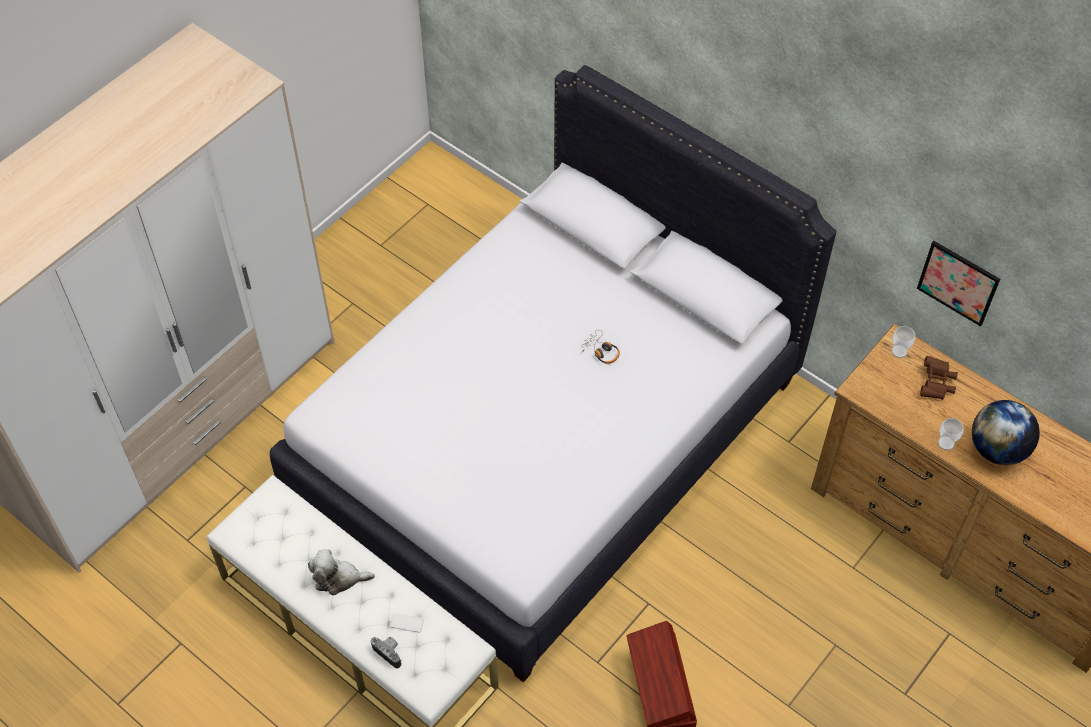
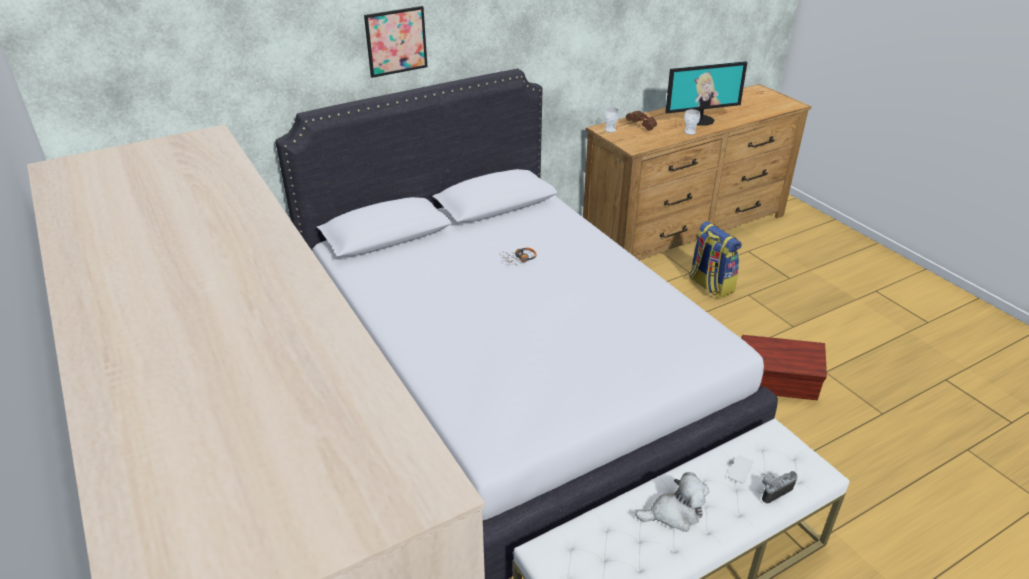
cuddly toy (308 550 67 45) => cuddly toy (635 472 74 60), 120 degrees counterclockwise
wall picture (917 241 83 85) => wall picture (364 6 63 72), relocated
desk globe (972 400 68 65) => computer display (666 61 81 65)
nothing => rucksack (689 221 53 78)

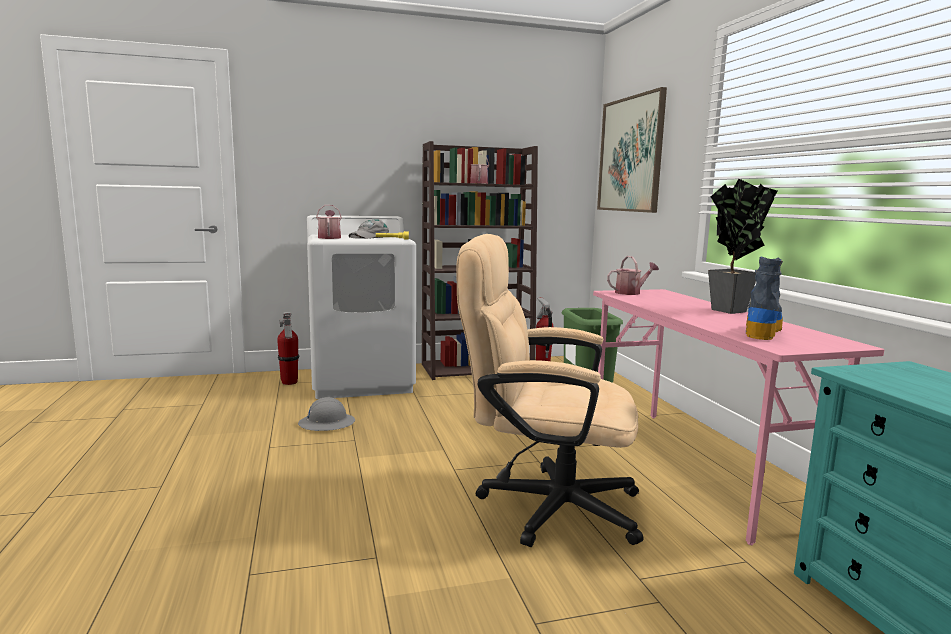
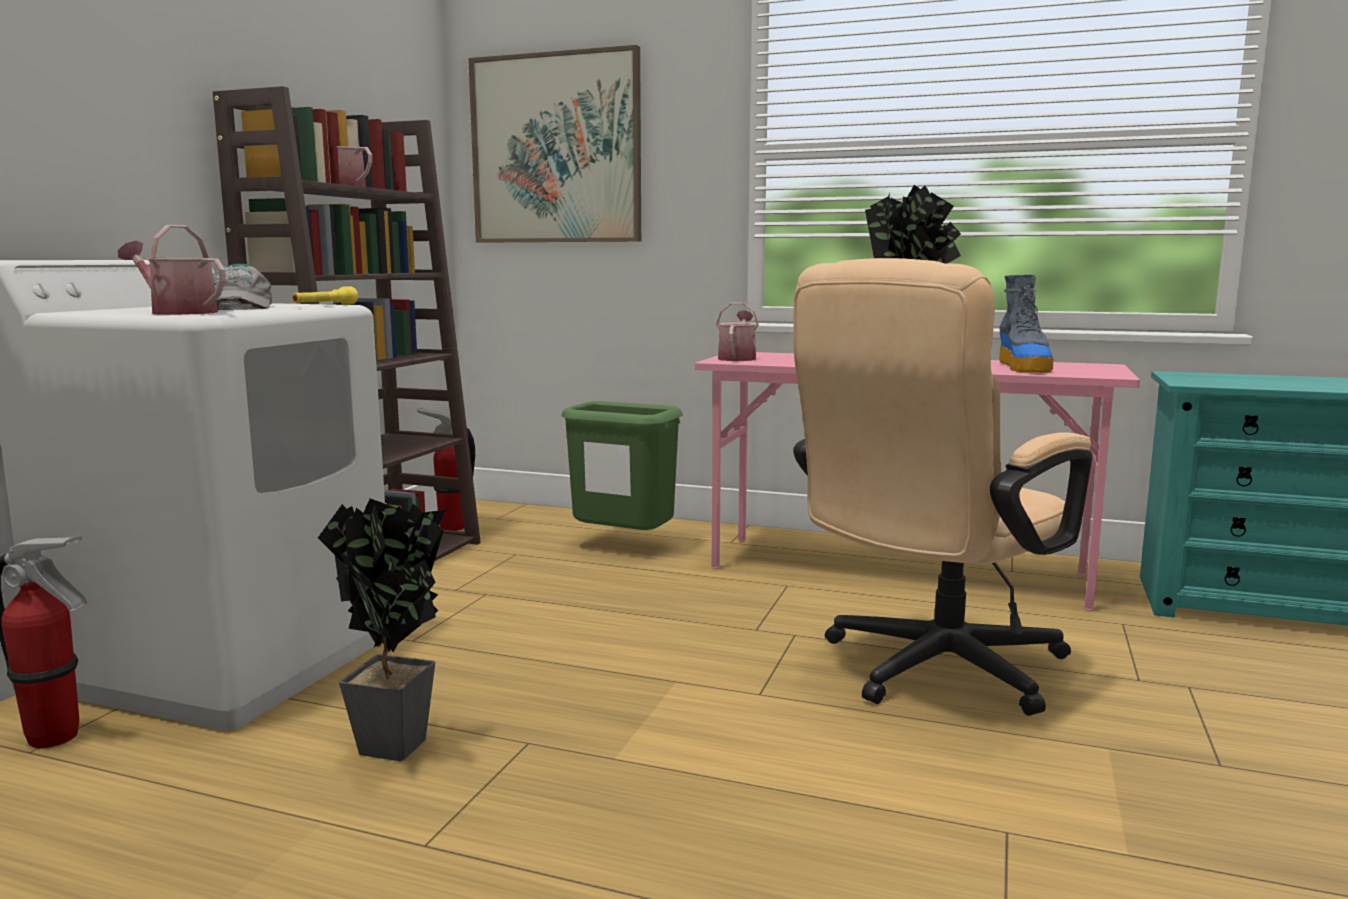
grey work helmet (298 397 57 34) => houseplant (318 498 128 263)
boot (746 257 37 83) => boot (999 274 54 99), 150 degrees counterclockwise

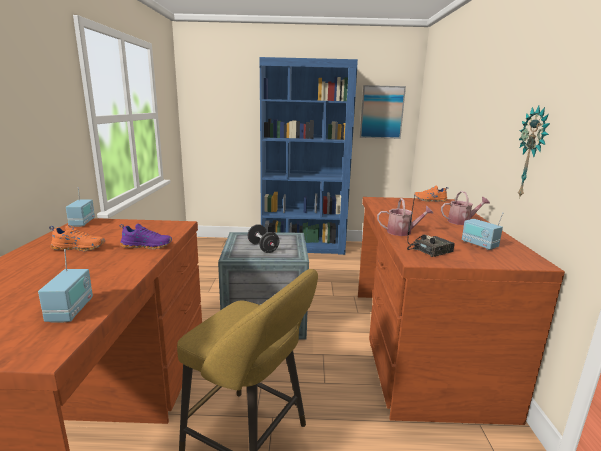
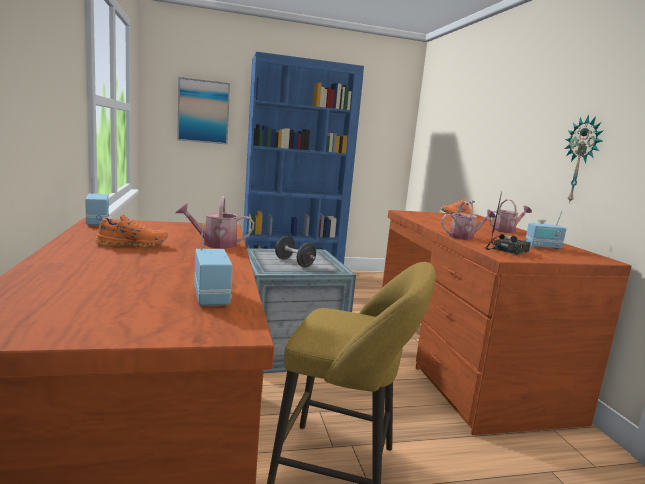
purple-coloured shoe (120 224 52 26) => sprinkling can (176 196 78 53)
wall picture (360 85 46 54) => wall picture (177 77 53 67), relocated
radio receiver (462 212 42 38) => radio receiver (525 211 41 38), 45 degrees counterclockwise

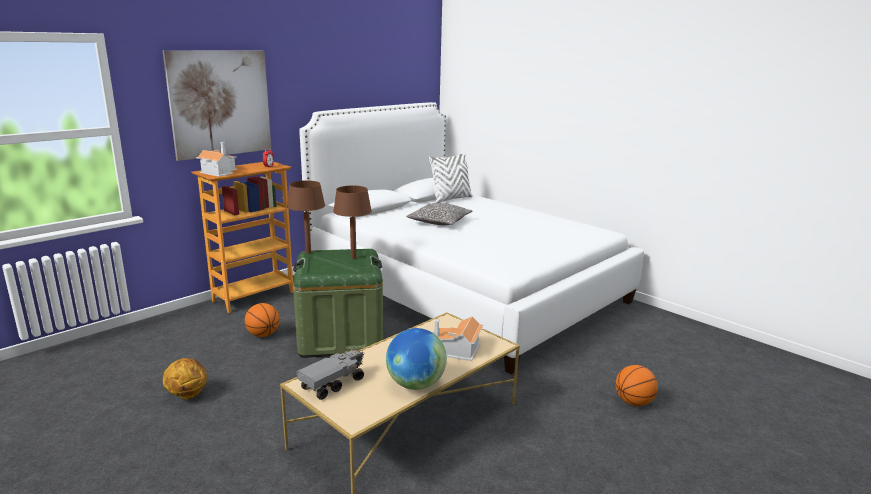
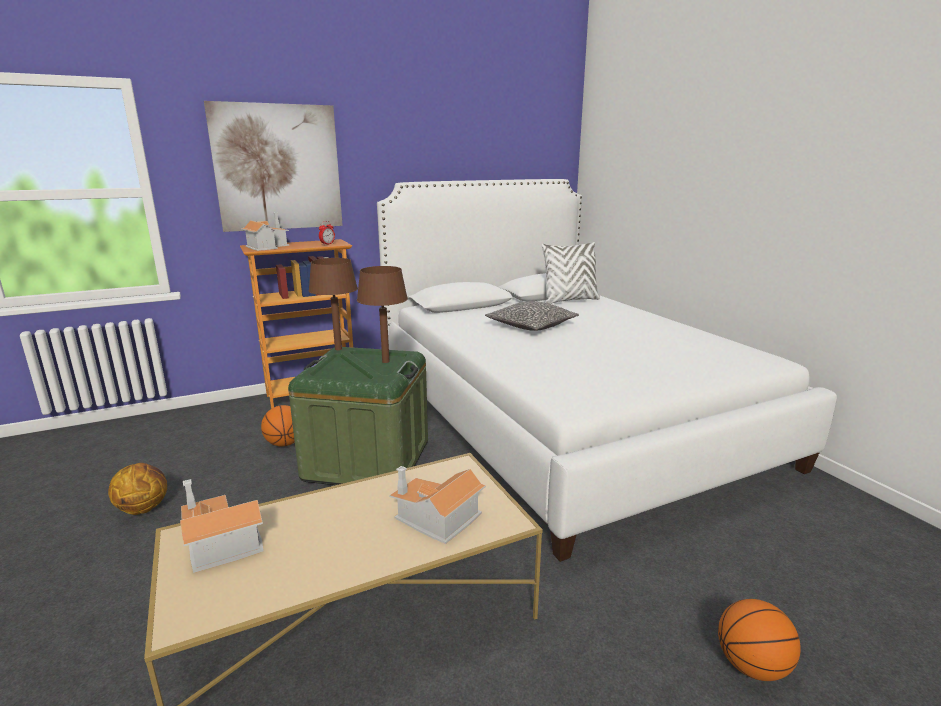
model truck (296 347 68 53) => toy house (180 479 84 94)
desk globe (386 328 61 62) => nothing

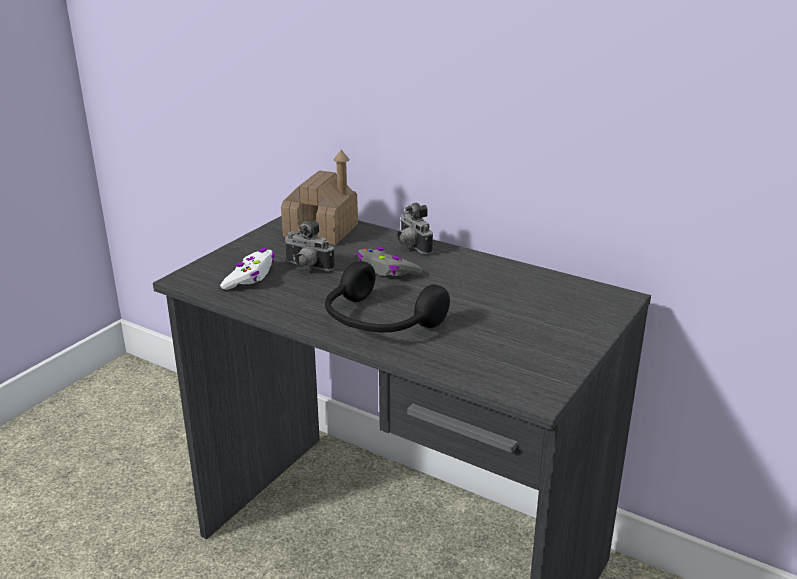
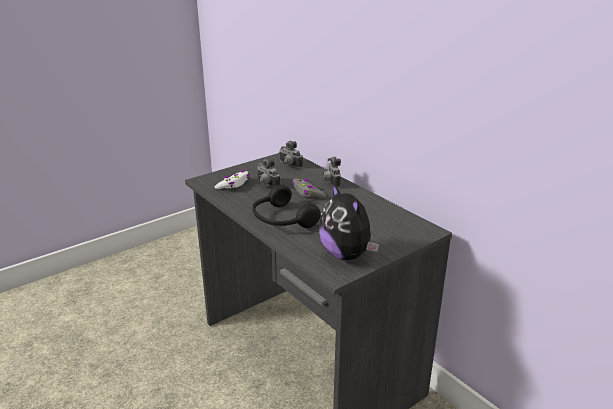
toy house (281 150 77 95) => photo camera (279 141 24 27)
nothing => cuddly toy (319 183 60 77)

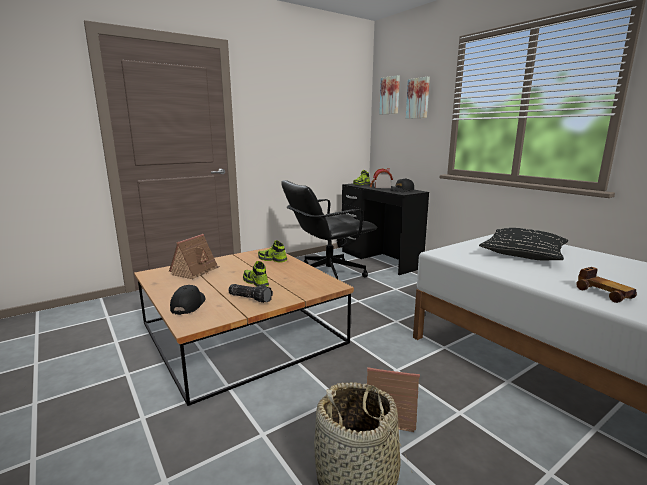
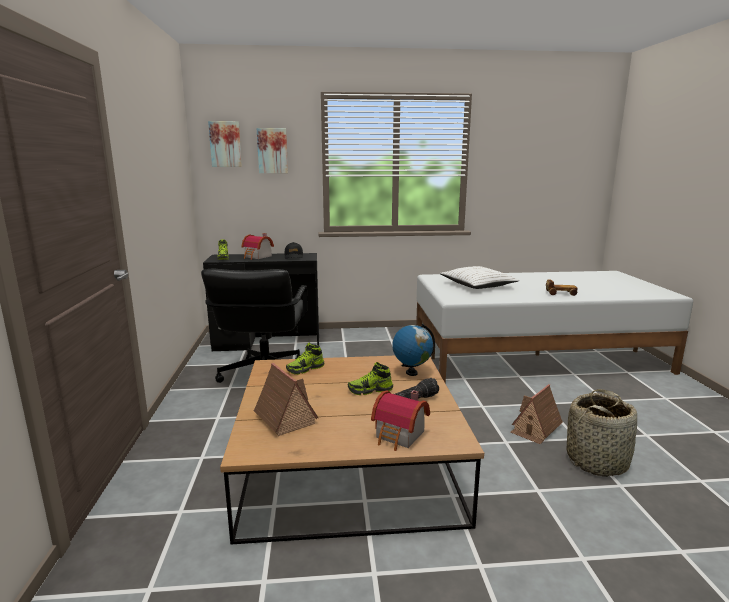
blackish baseball cap (170 285 35 30) => toy house (371 390 59 61)
blackish cushion (479 228 89 33) => white-coloured cushion (440 266 79 23)
nothing => desk globe (392 324 43 52)

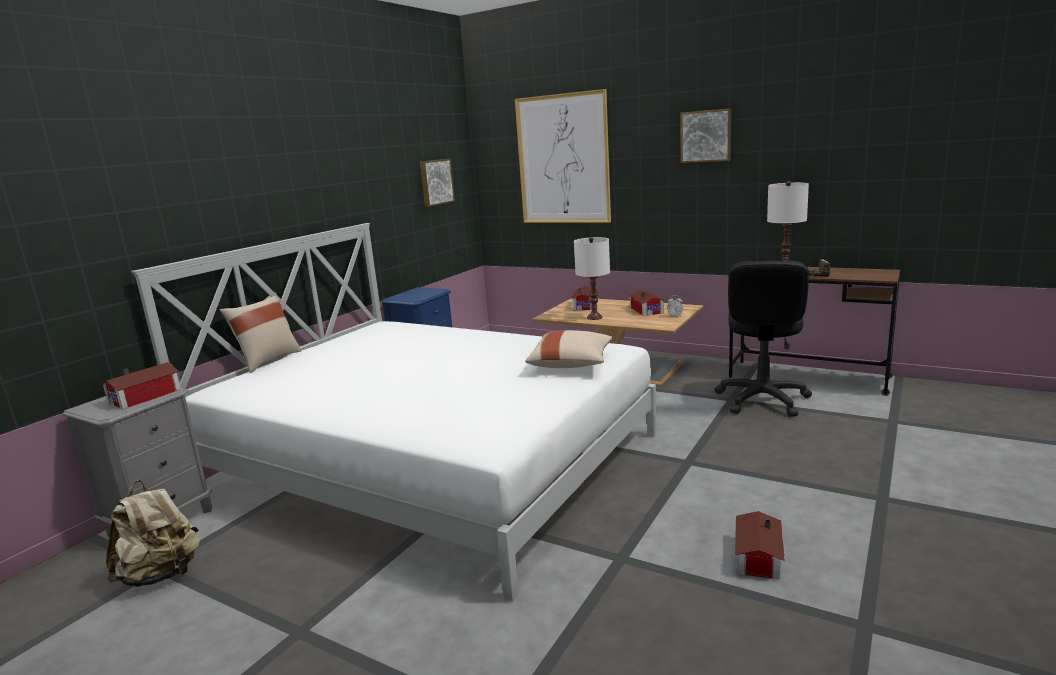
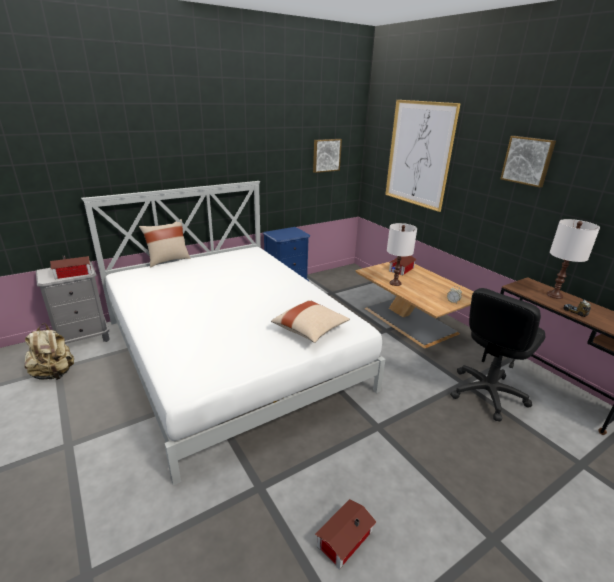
toy house (628 290 38 26) => nothing

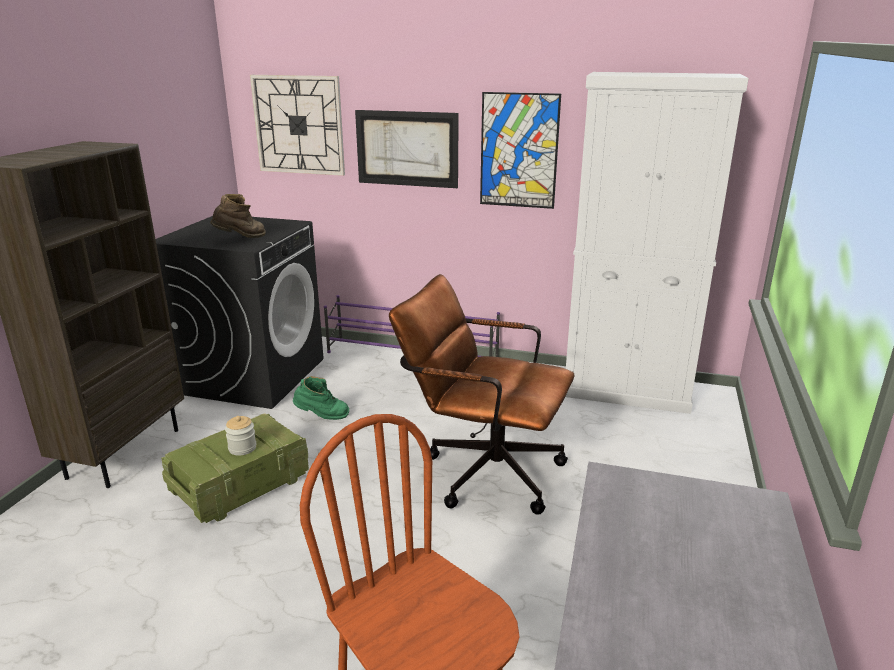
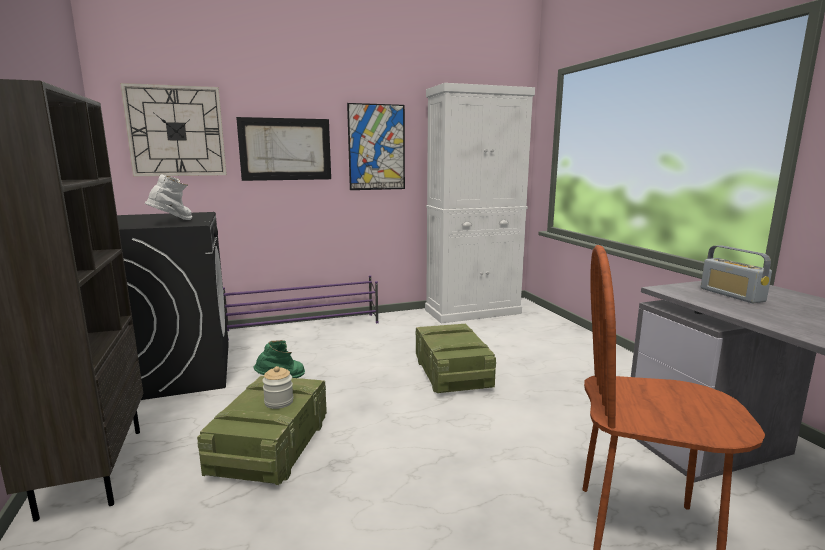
brown boot (210 194 56 44) => white-coloured boot (145 174 47 46)
brown computer chair (389 274 186 241) => crate (416 324 80 69)
nothing => radio receiver (701 245 71 58)

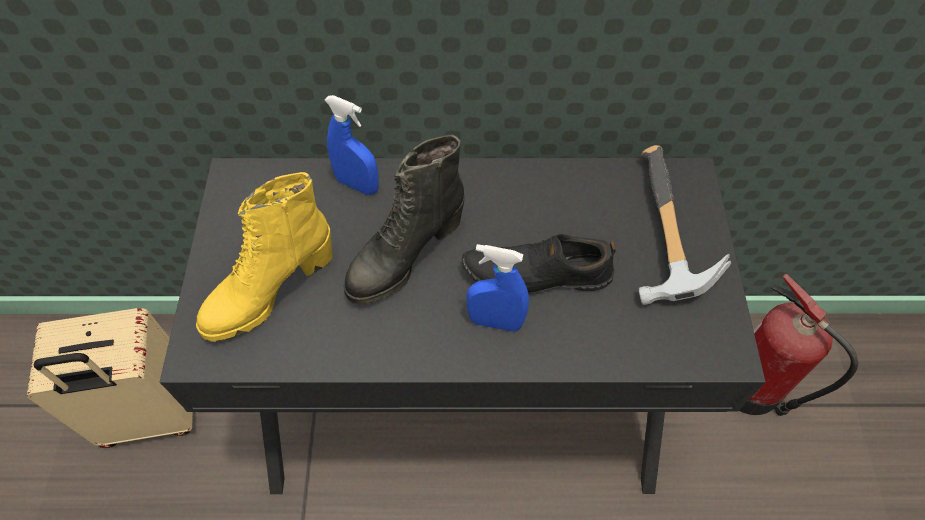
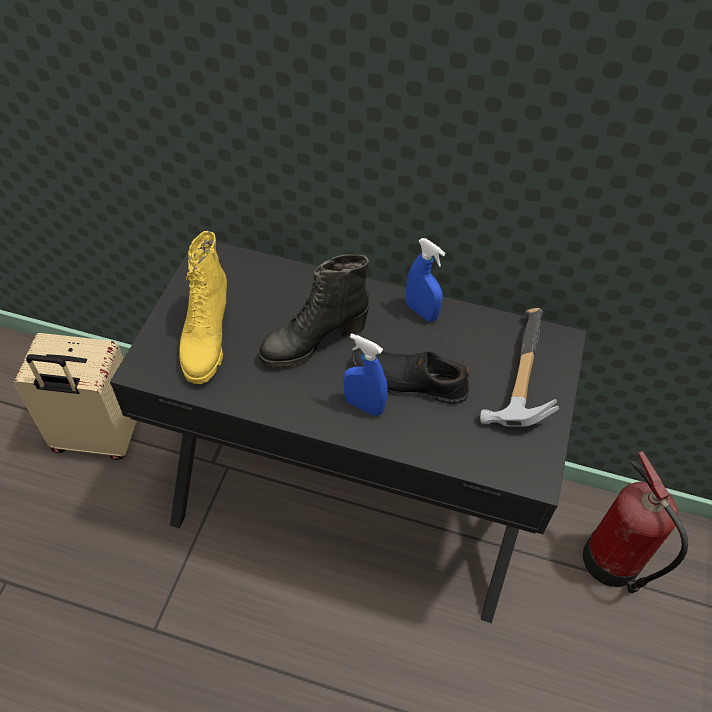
yellow boot (196 172 136 170) => yellow boot (179 231 48 153), 60 degrees counterclockwise
bluish spray bottle (324 95 55 100) => bluish spray bottle (406 238 39 84), relocated

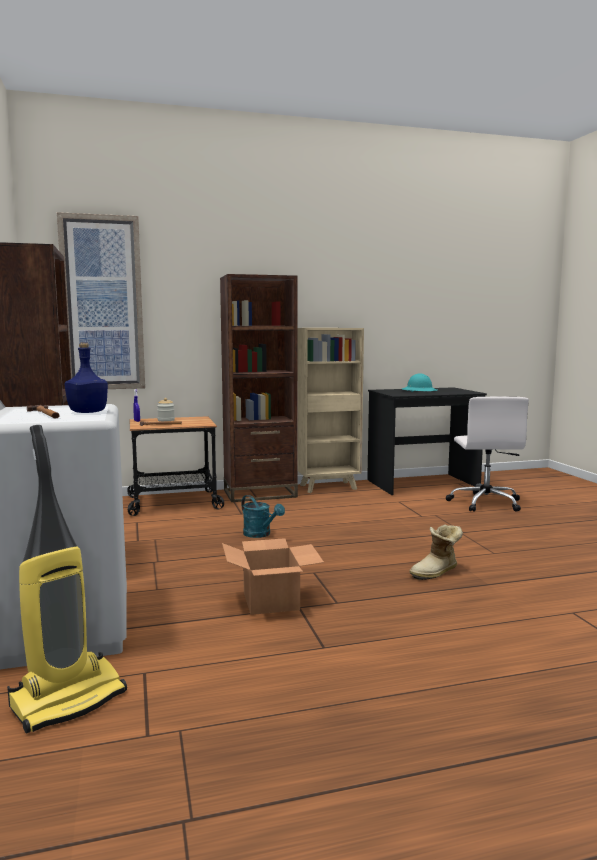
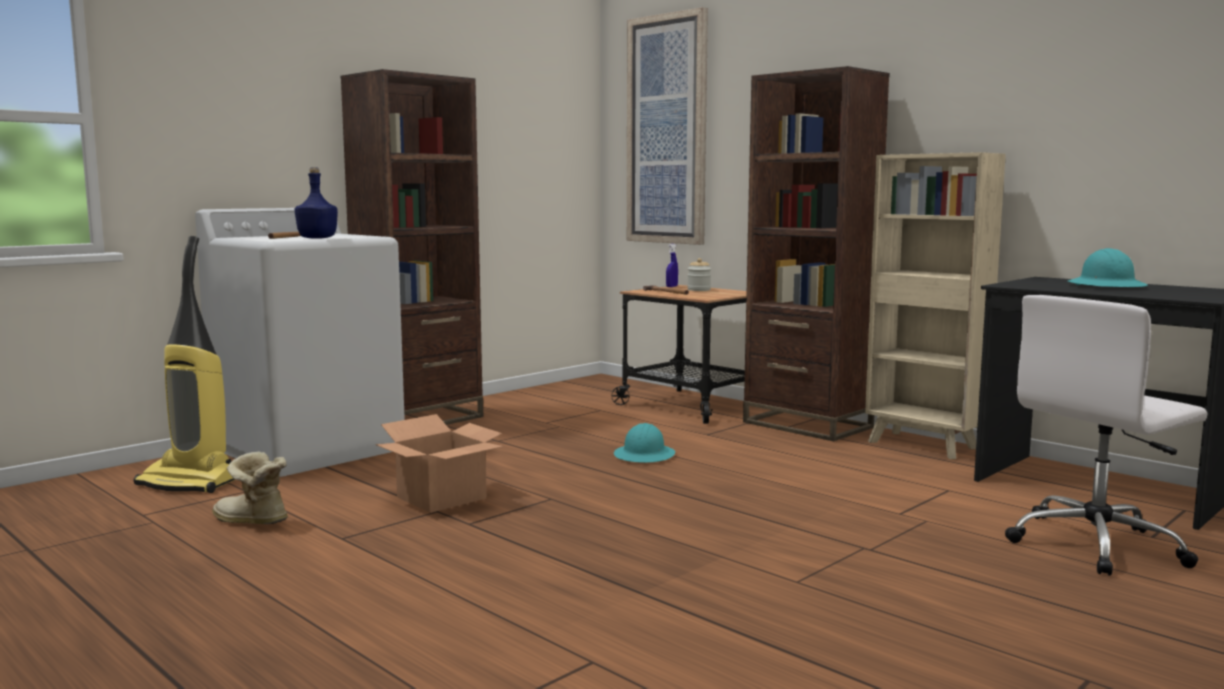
turquoise-coloured sprinkling can (242 495 43 43) => turquoise-coloured work helmet (614 423 61 40)
boot (409 524 54 56) => boot (212 451 76 73), relocated

